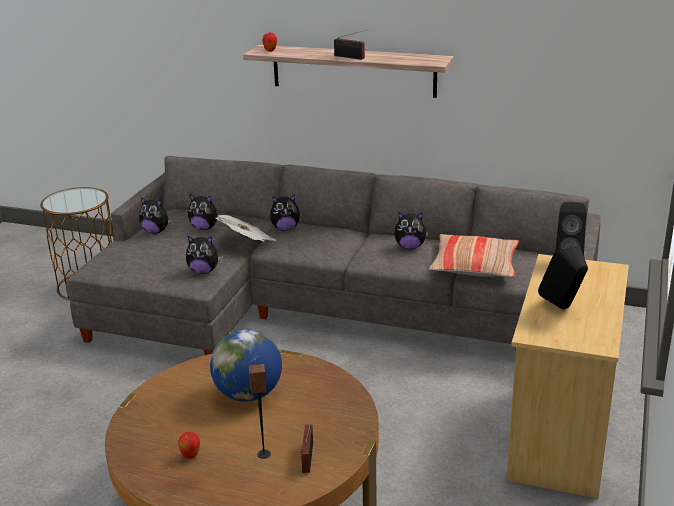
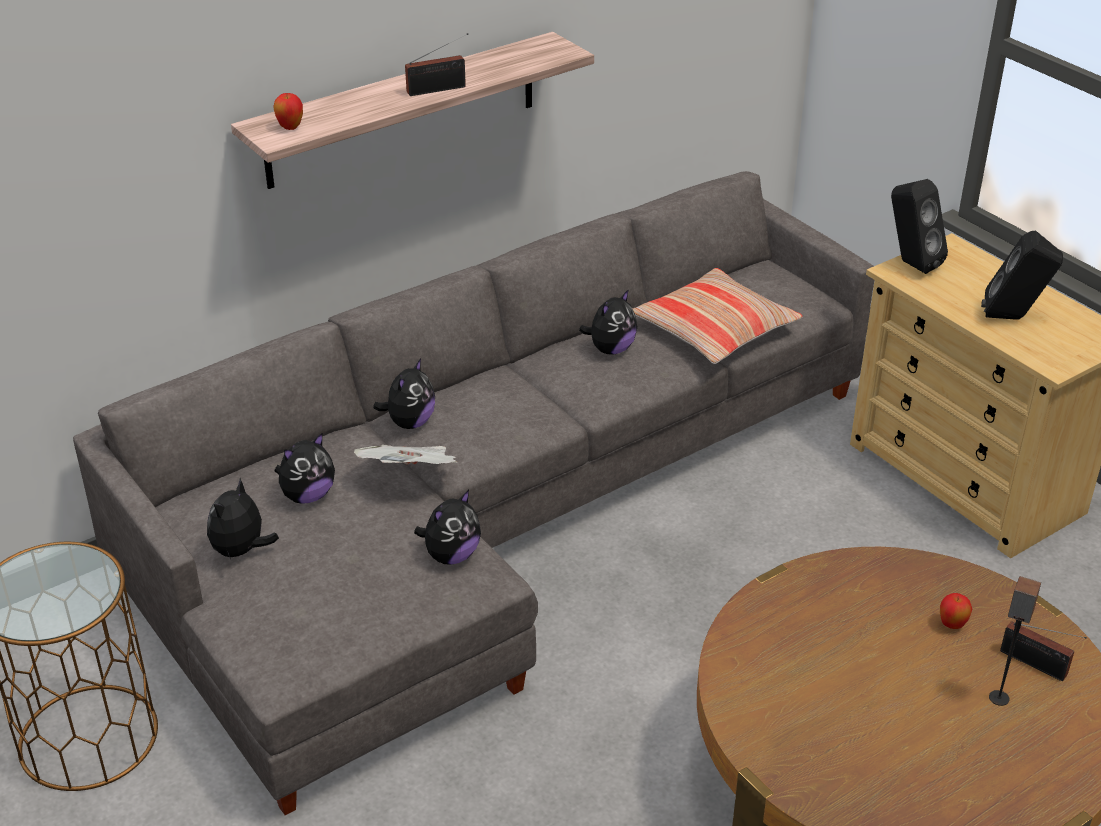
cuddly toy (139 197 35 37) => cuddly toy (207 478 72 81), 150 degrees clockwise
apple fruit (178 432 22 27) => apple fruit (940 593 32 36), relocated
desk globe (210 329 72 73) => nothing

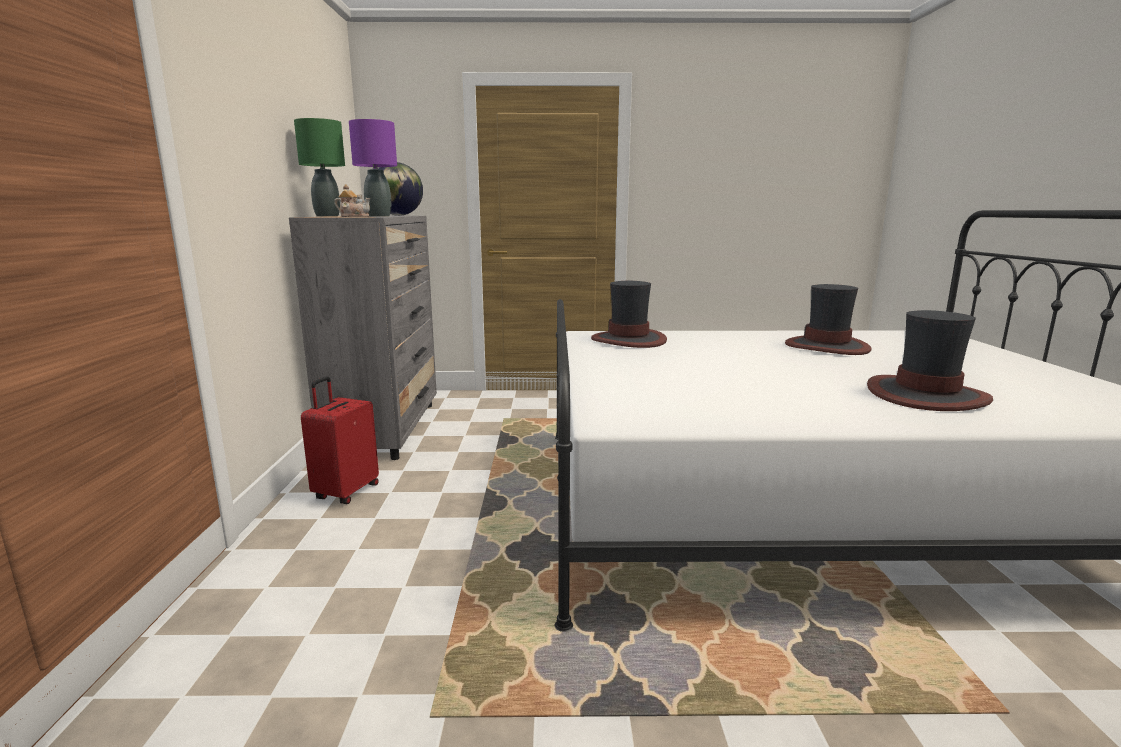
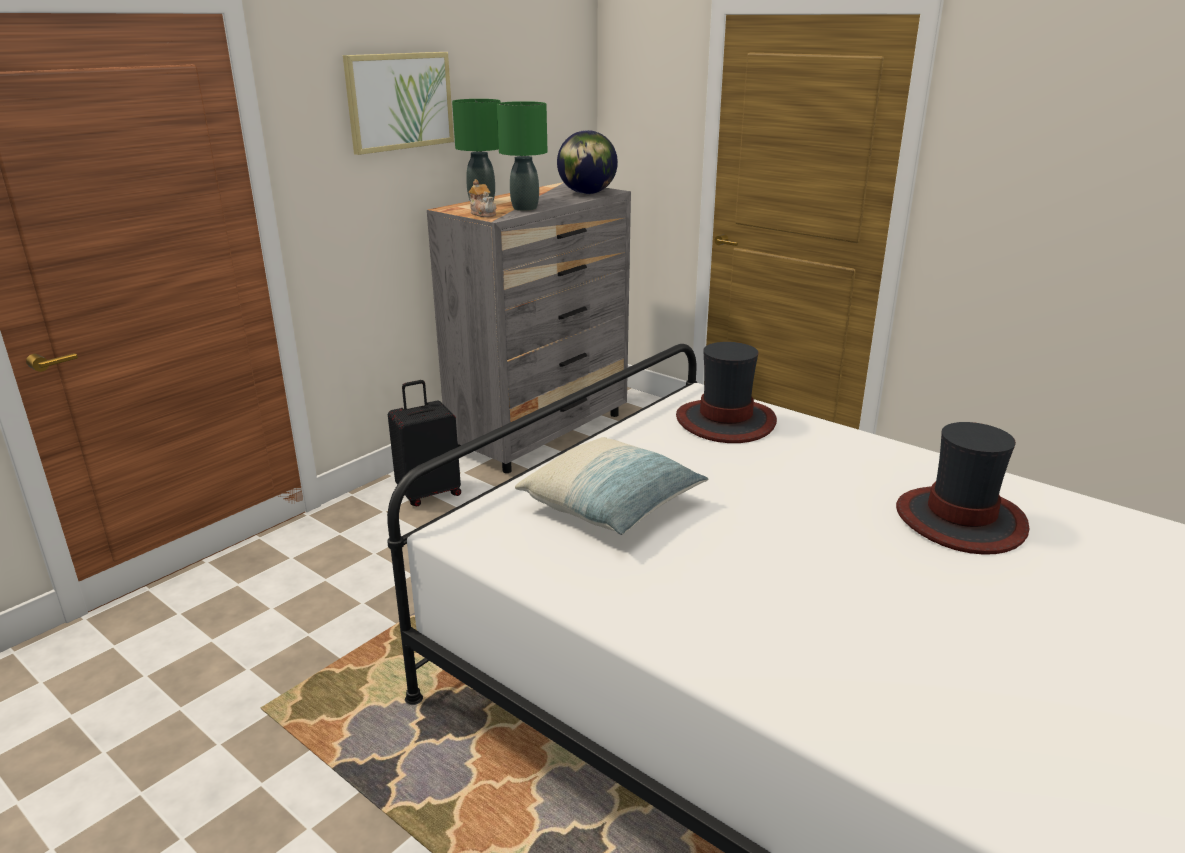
red piece of luggage (301 377 78 127) => blackish piece of luggage (388 380 73 126)
purple-coloured lamp for a table (349 119 48 98) => green-coloured lamp for a table (497 101 50 110)
clothing hat (867 310 126 101) => nothing
nothing => wall picture (343 52 111 103)
nothing => cushion (515 437 193 98)

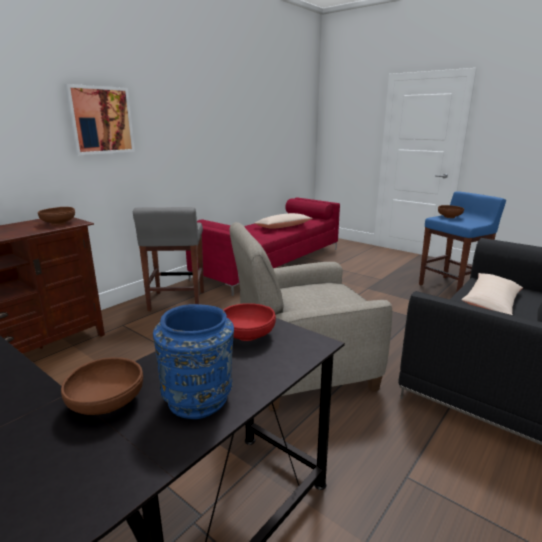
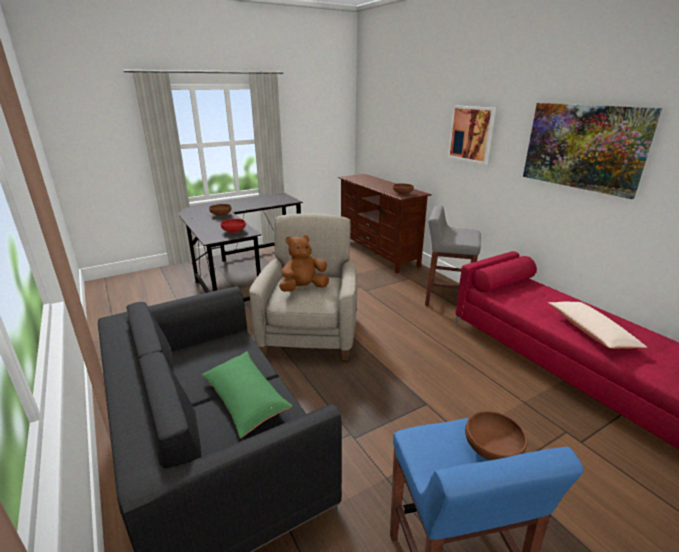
bluish flower vase (153 304 81 115) => nothing
beige-coloured cushion (461 273 62 42) => green-coloured cushion (202 351 91 87)
nothing => brown cuddly toy (279 235 50 57)
nothing => wall picture (523 103 139 96)

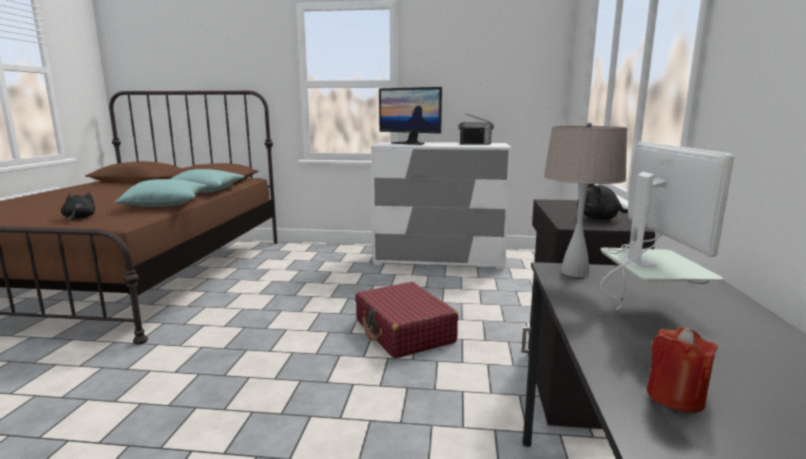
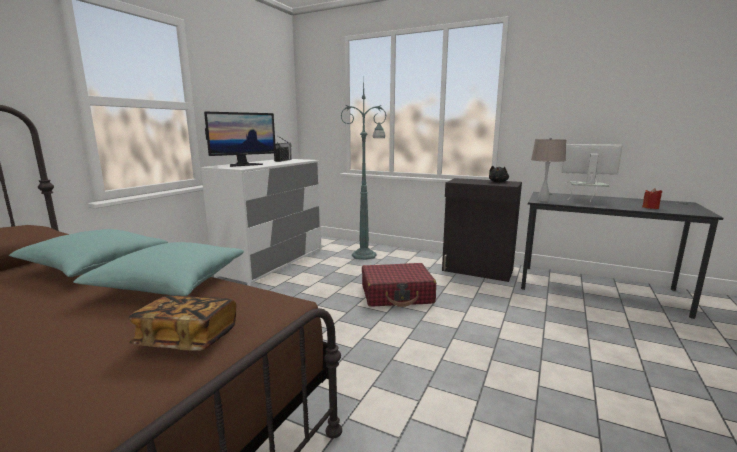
blackish cuddly toy (61 192 34 29) => volume (128 296 108 55)
nothing => green-coloured floor lamp (340 80 47 180)

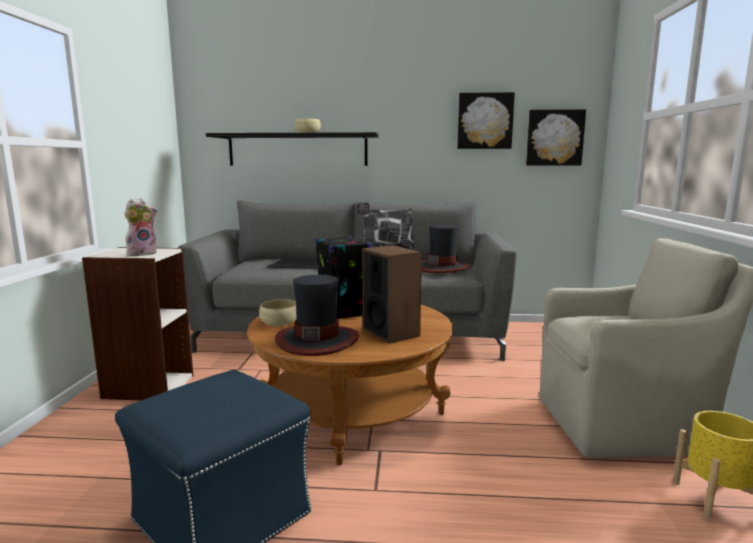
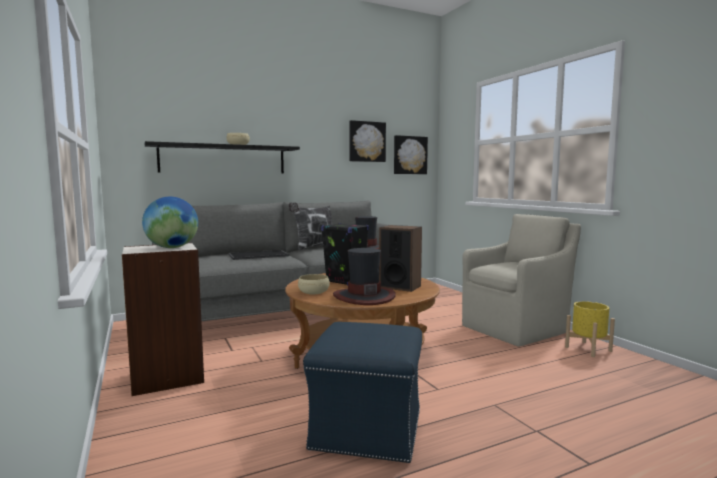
cuddly toy (124 198 34 58) => desk globe (142 197 56 51)

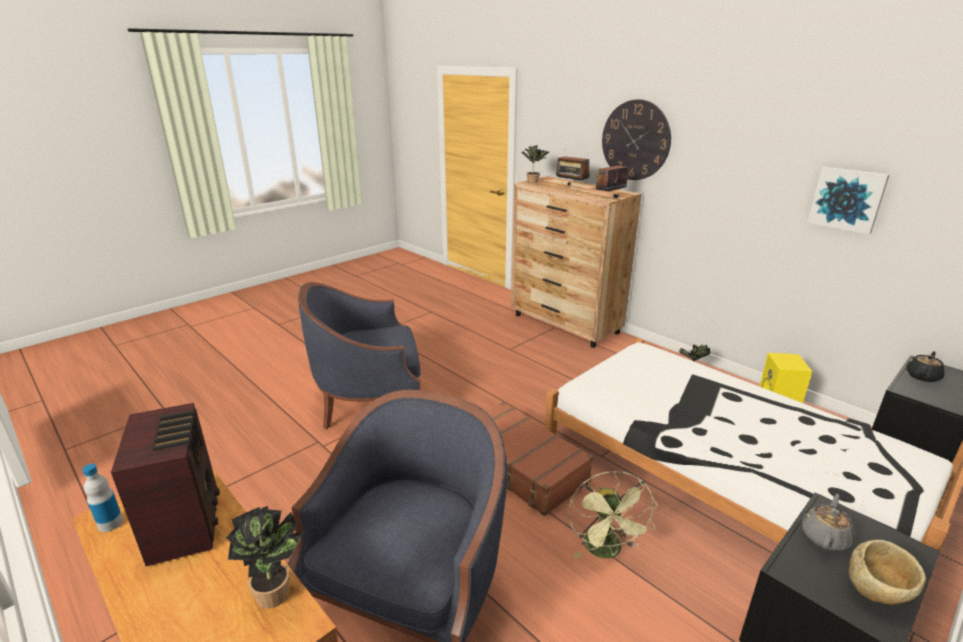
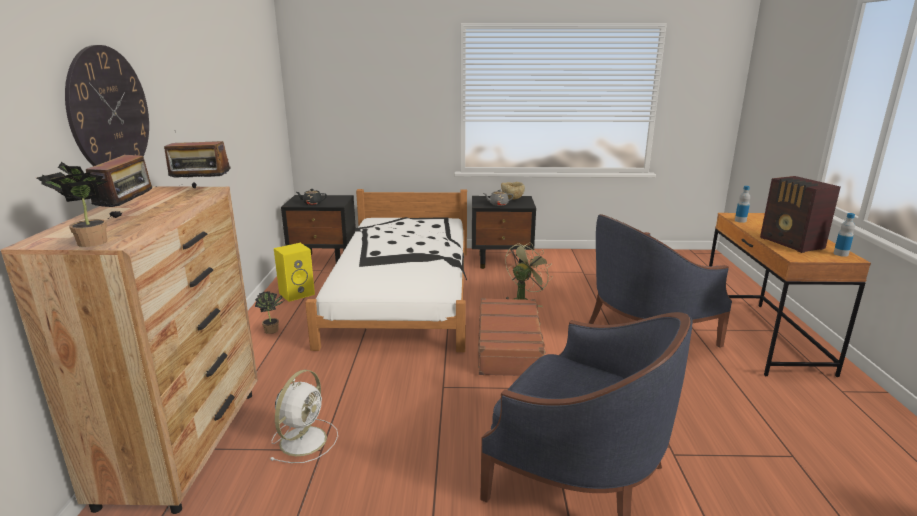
radio receiver (111 403 109 164) => radio receiver (760 176 80 77), 45 degrees counterclockwise
houseplant (226 506 81 103) => beverage bottle (735 186 15 37)
wall picture (807 167 82 67) => nothing
nothing => white-coloured fan (270 370 68 93)

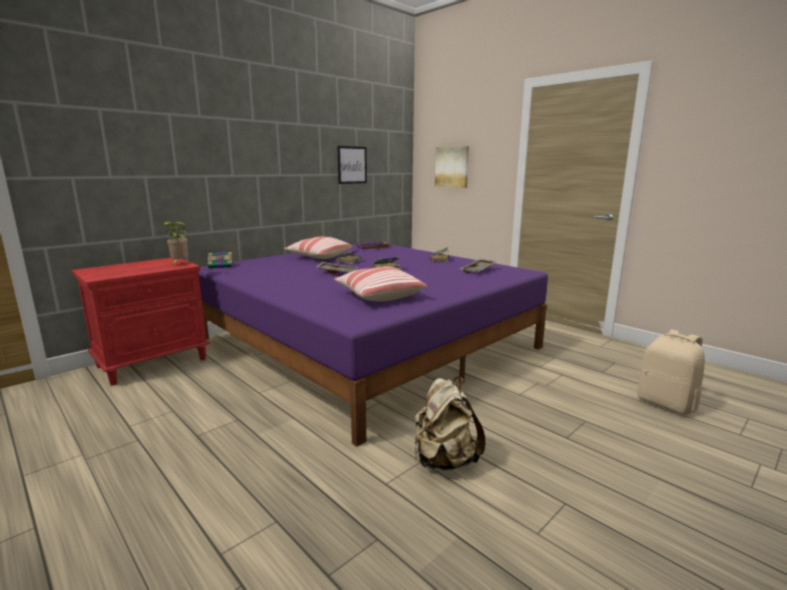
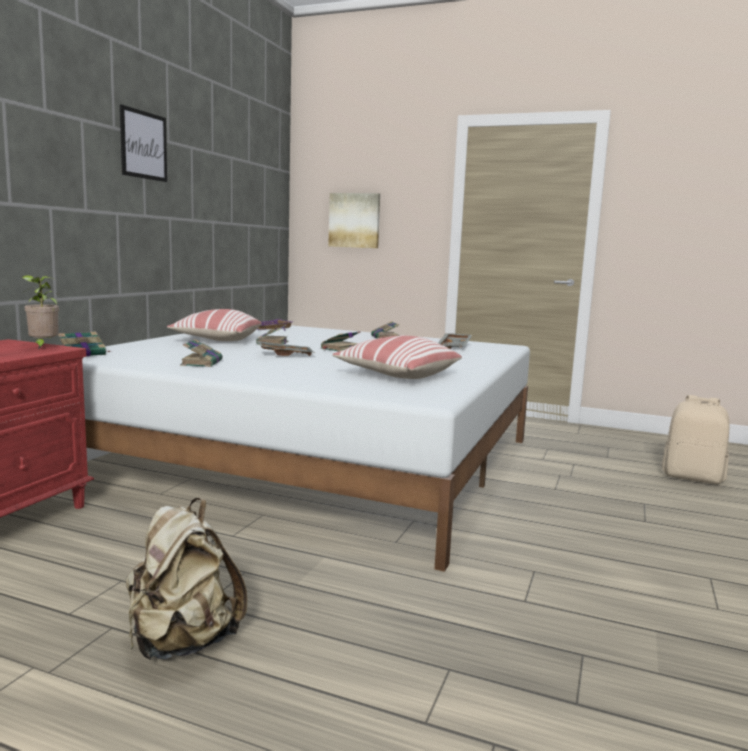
purple-coloured bed (198 242 350 205) => white-coloured bed (82 325 448 247)
wall picture (337 146 30 38) => wall picture (120 104 47 78), relocated
beige-coloured rucksack (415 377 70 93) => beige-coloured rucksack (126 498 121 162), relocated
nothing => volume (180 339 43 28)

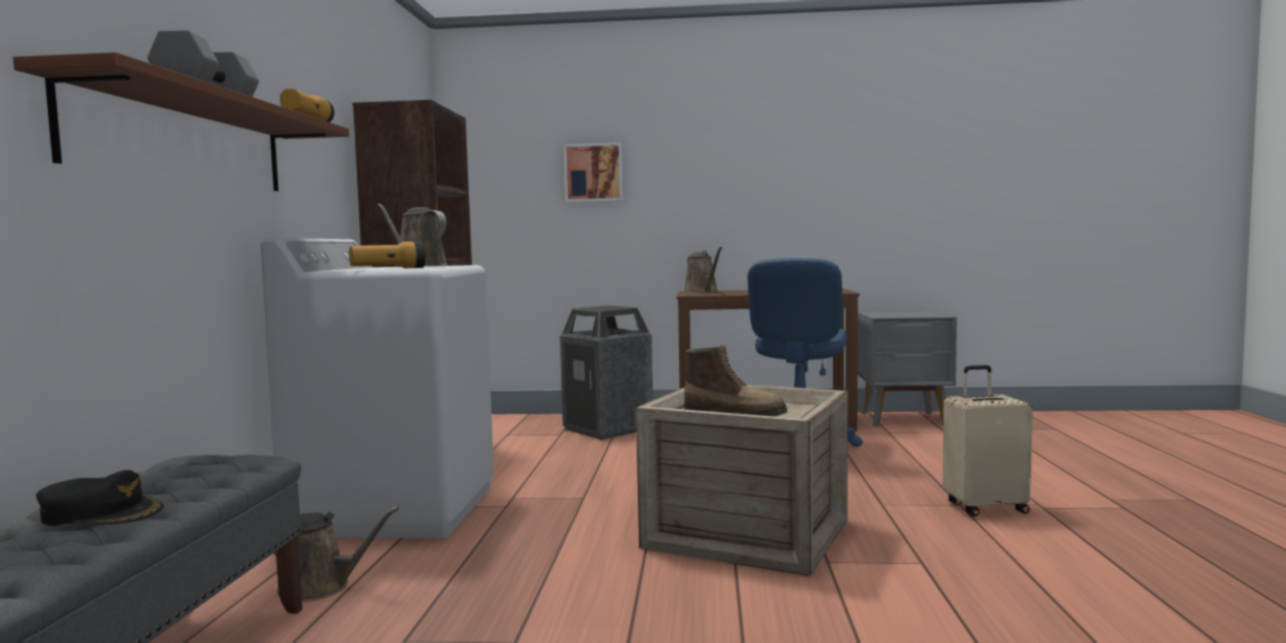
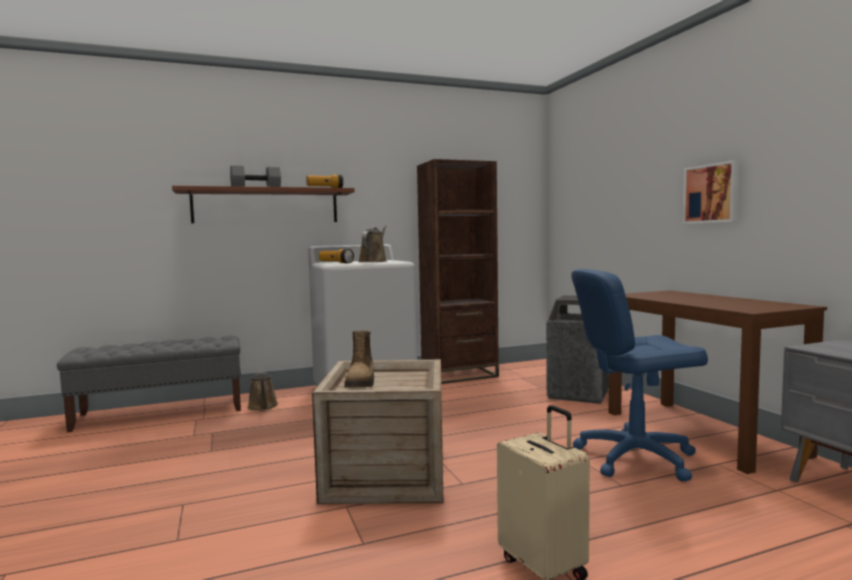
blackish baseball cap (36 470 128 56) => nothing
wall picture (564 142 59 60) => wall picture (683 160 57 64), relocated
brown sprinkling can (683 247 39 47) => nothing

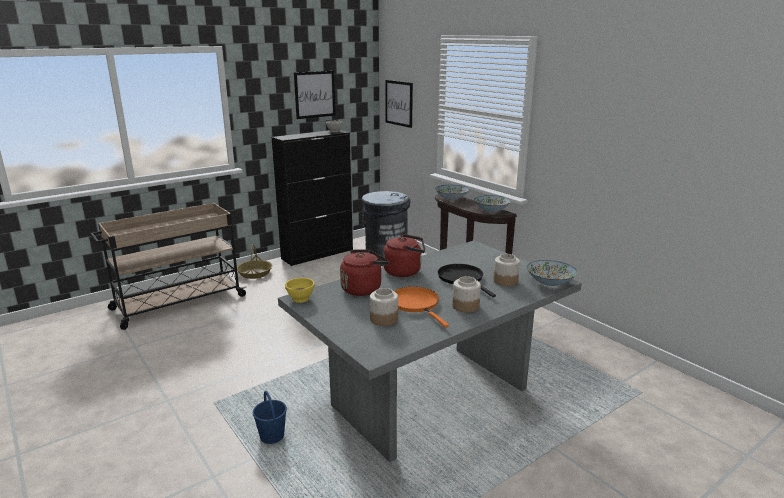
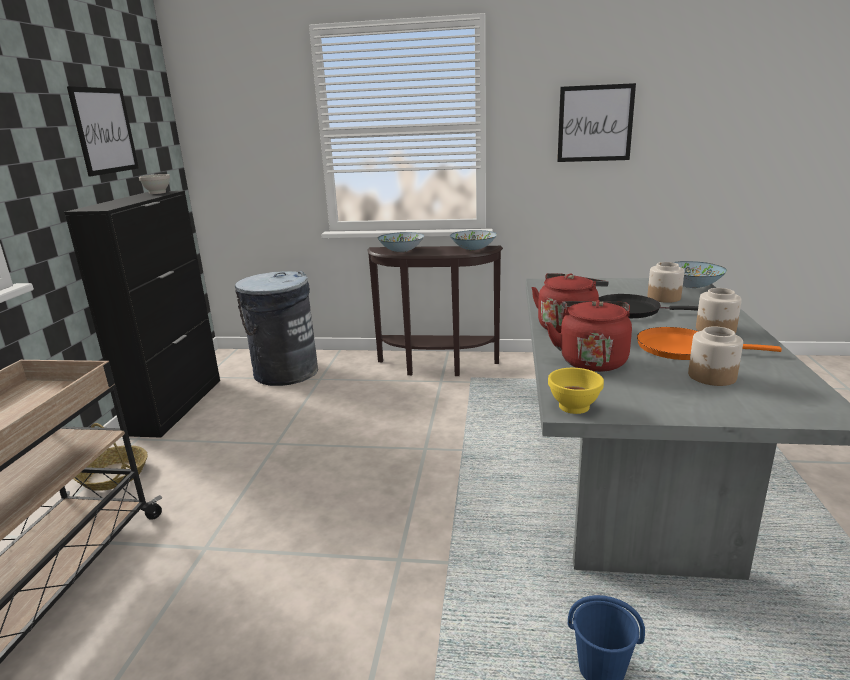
wall picture (385 80 28 48) => wall picture (557 83 79 79), relocated

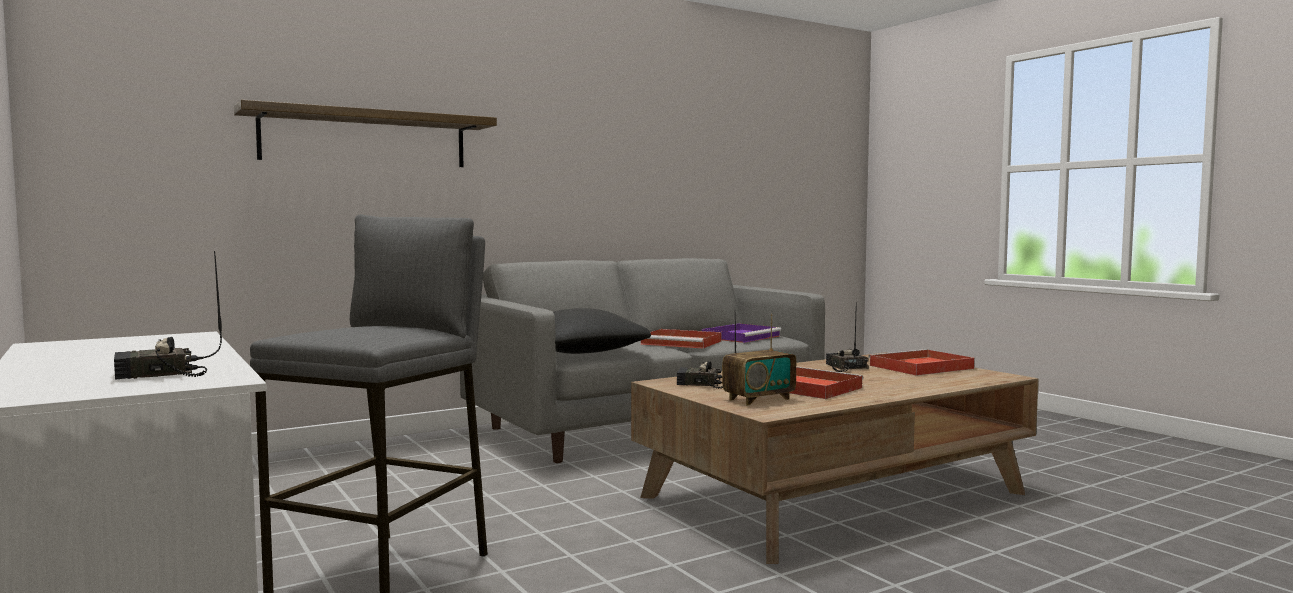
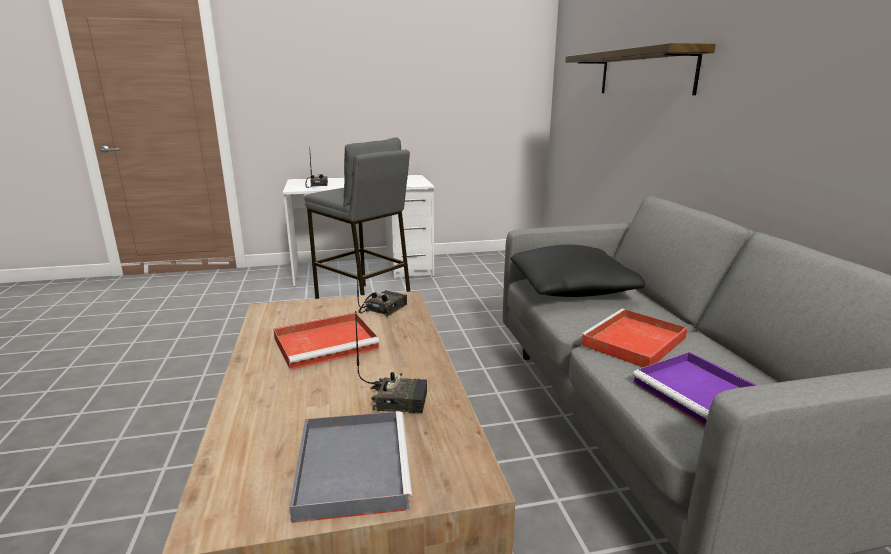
radio receiver (722 314 74 91) => nothing
red tray (868 349 107 27) => grey tray (289 411 124 112)

